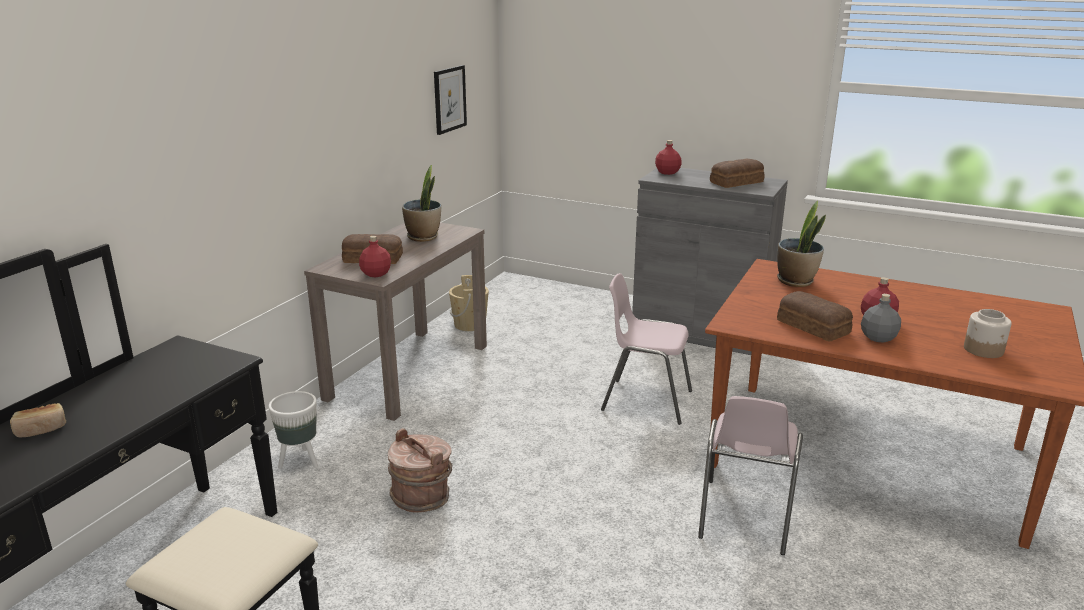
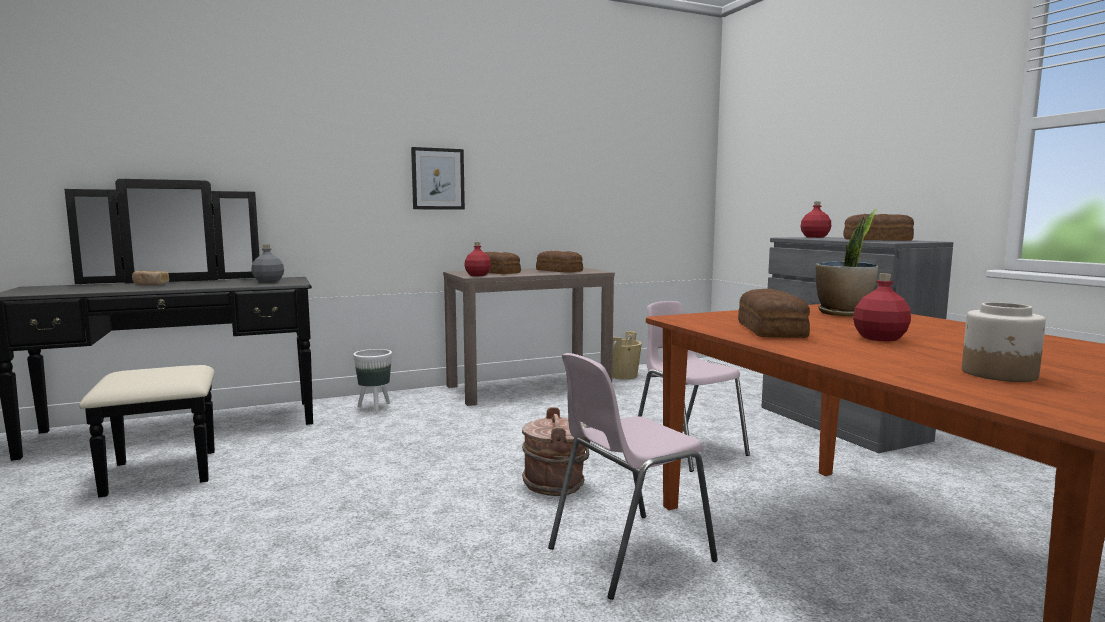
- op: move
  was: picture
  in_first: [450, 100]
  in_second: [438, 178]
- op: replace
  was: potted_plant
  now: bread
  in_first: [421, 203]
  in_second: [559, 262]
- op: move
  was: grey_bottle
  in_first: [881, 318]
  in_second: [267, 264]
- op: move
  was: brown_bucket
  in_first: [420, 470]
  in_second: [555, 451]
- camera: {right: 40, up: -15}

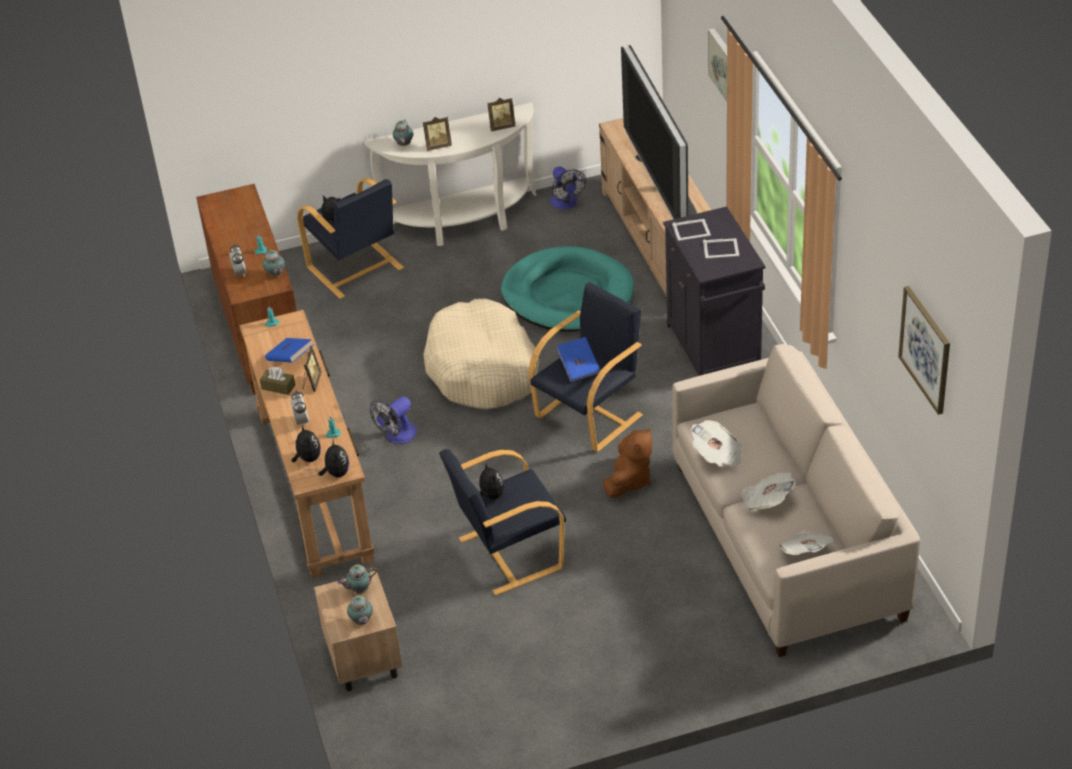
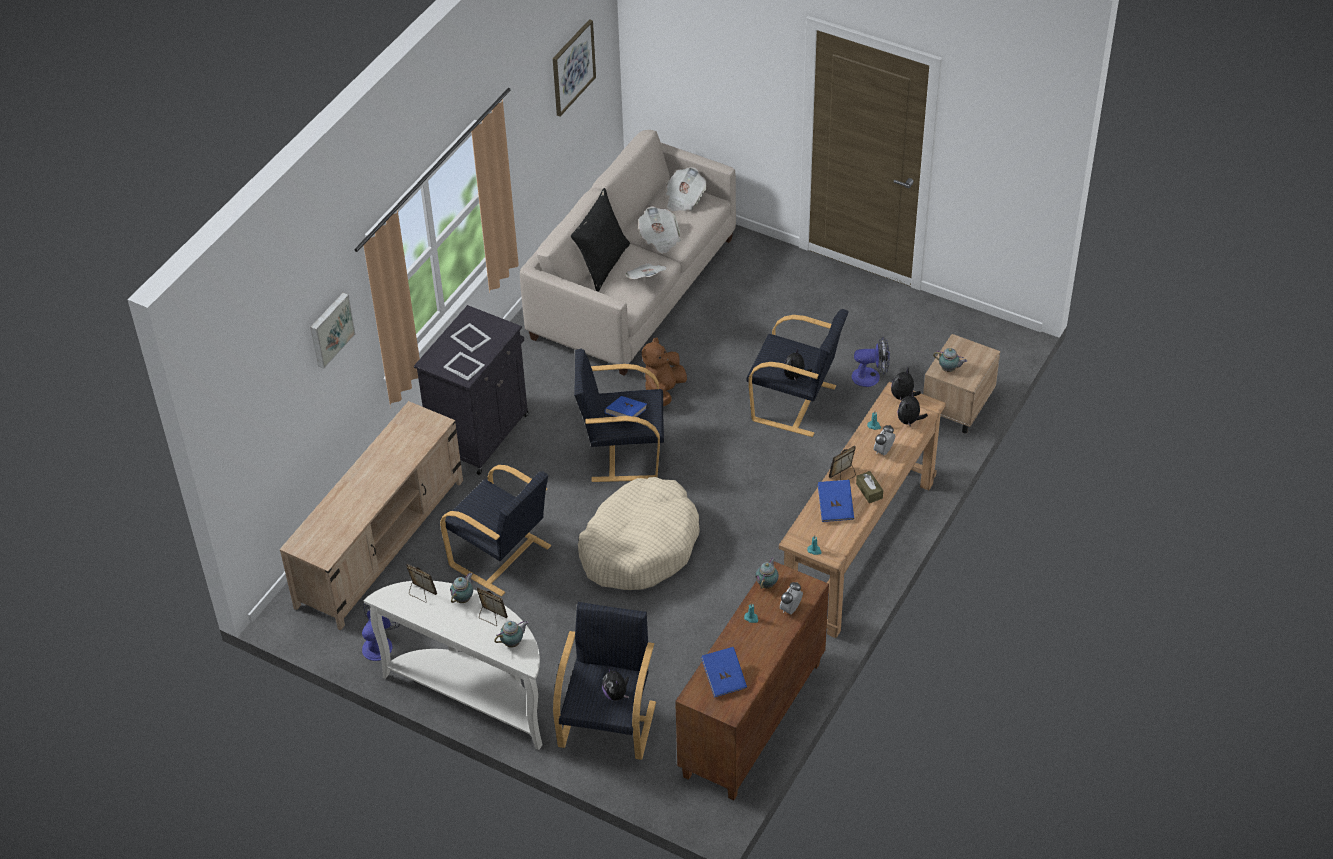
- op: delete
  was: television
  in_first: [659, 132]
- op: replace
  was: turquoise_dog_bed
  now: black_armchair
  in_first: [567, 288]
  in_second: [495, 531]
- op: move
  was: fan
  in_first: [393, 420]
  in_second: [870, 362]
- op: rotate
  was: brown_plush_toy
  in_first: [627, 462]
  in_second: [664, 371]
  clockwise: -45
- op: move
  was: teapot
  in_first: [360, 608]
  in_second: [461, 588]
- op: insert
  now: black_pillow
  in_second: [600, 240]
- op: insert
  now: blue_book
  in_second: [724, 672]
- camera: {right: -135, up: 5}

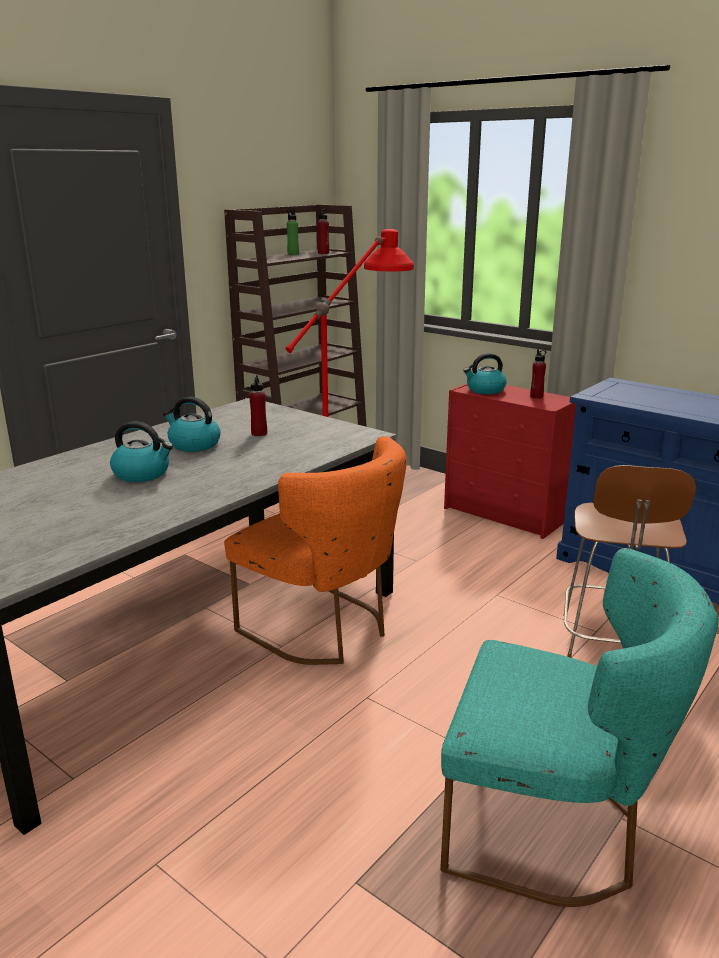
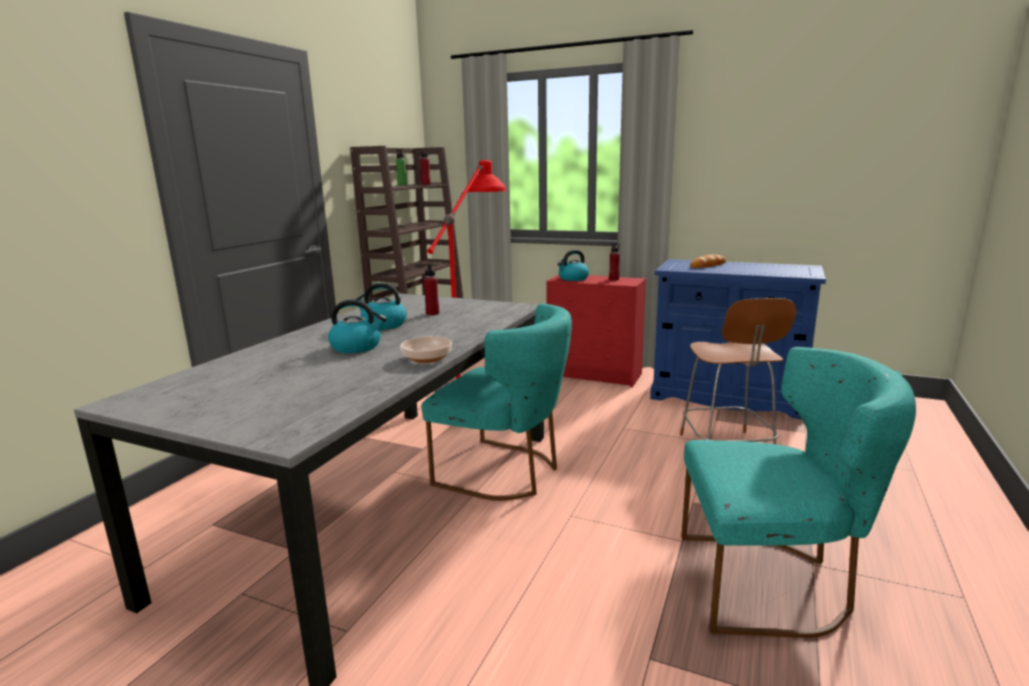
- op: recolor
  was: orange_chair
  now: turquoise_chair
  in_first: [315, 550]
  in_second: [496, 402]
- op: insert
  now: bread
  in_second: [708, 261]
- op: insert
  now: bowl
  in_second: [426, 349]
- camera: {right: -15, up: -5}

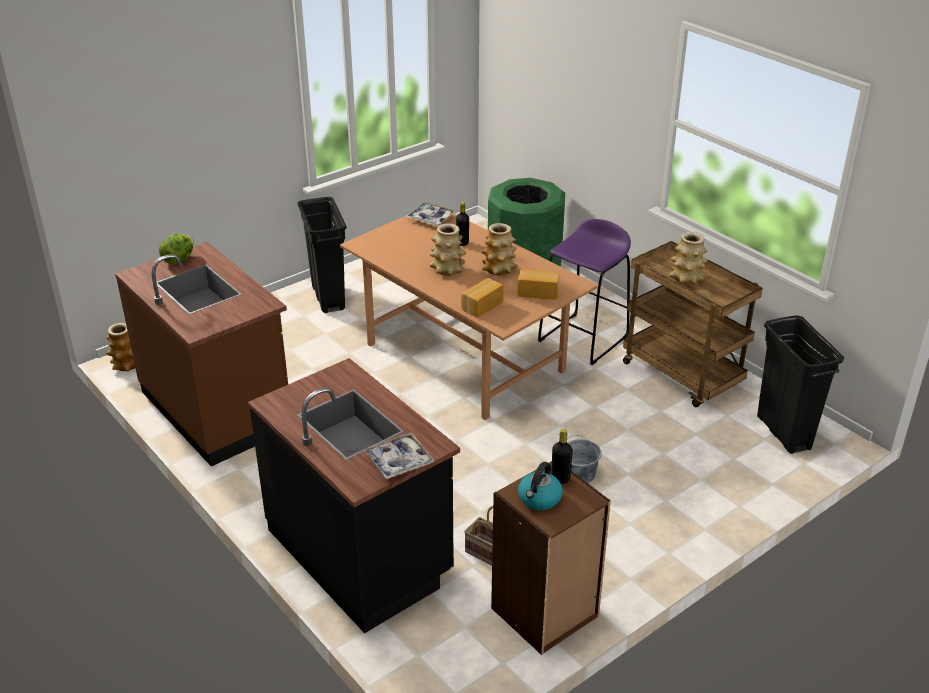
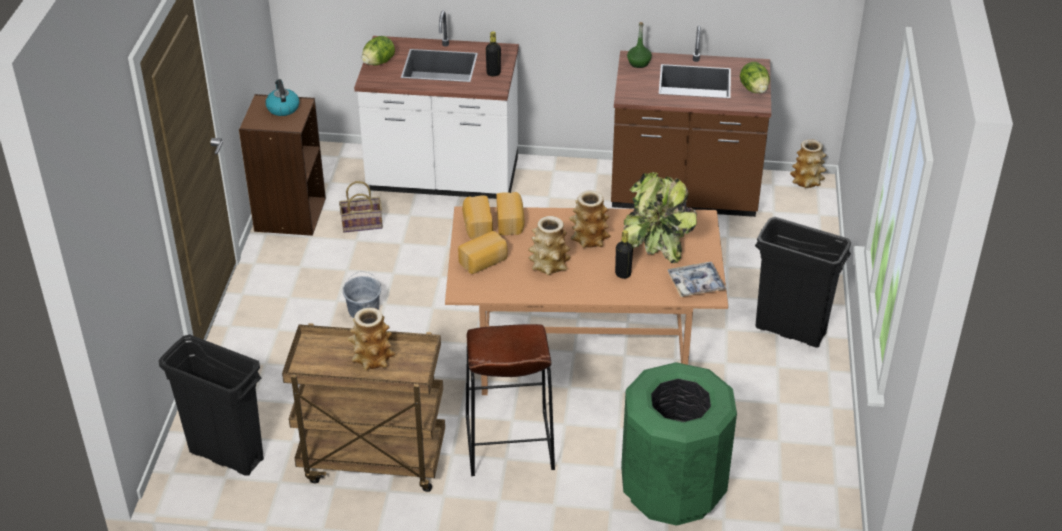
- op: recolor
  was: purple_stool
  now: brown_stool
  in_first: [584, 292]
  in_second: [510, 400]
- op: recolor
  was: black_counter
  now: white_counter
  in_first: [354, 495]
  in_second: [436, 105]
- op: move
  was: black_bottle
  in_first: [562, 456]
  in_second: [493, 53]
- op: replace
  was: tray
  now: lettuce
  in_first: [399, 456]
  in_second: [378, 51]
- op: insert
  now: green_bottle
  in_second: [639, 45]
- op: insert
  now: potted_plant
  in_second: [659, 217]
- op: insert
  now: bread
  in_second: [477, 217]
- camera: {right: 135, up: 5}

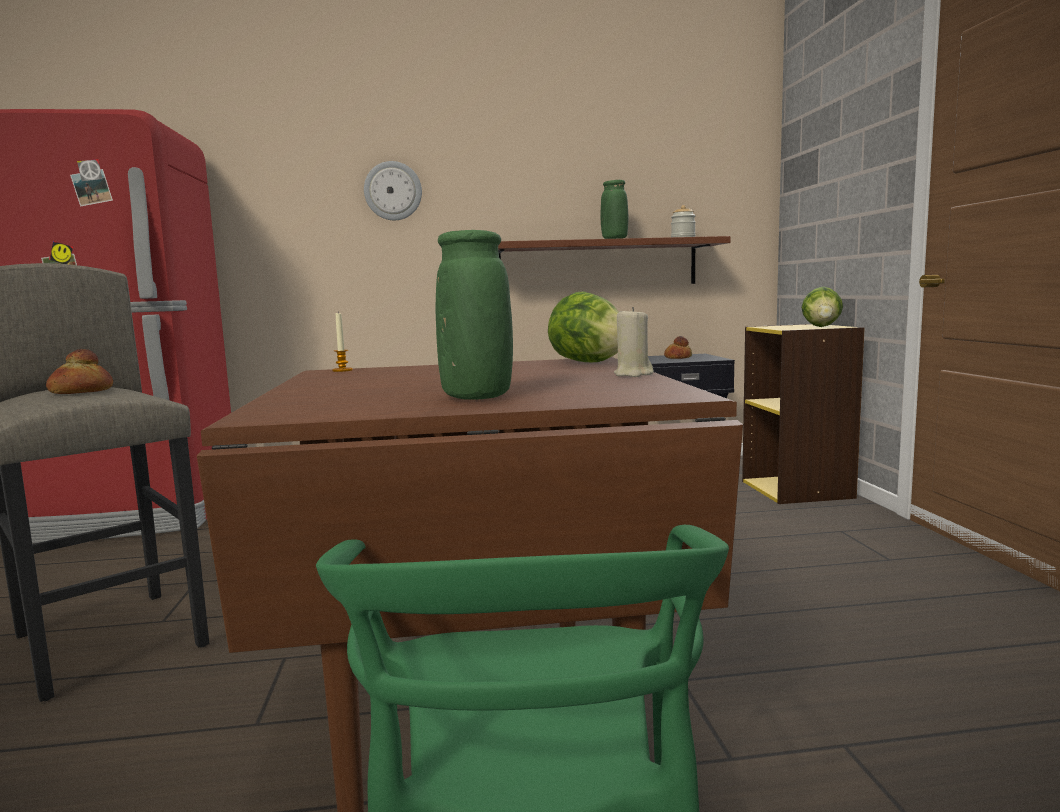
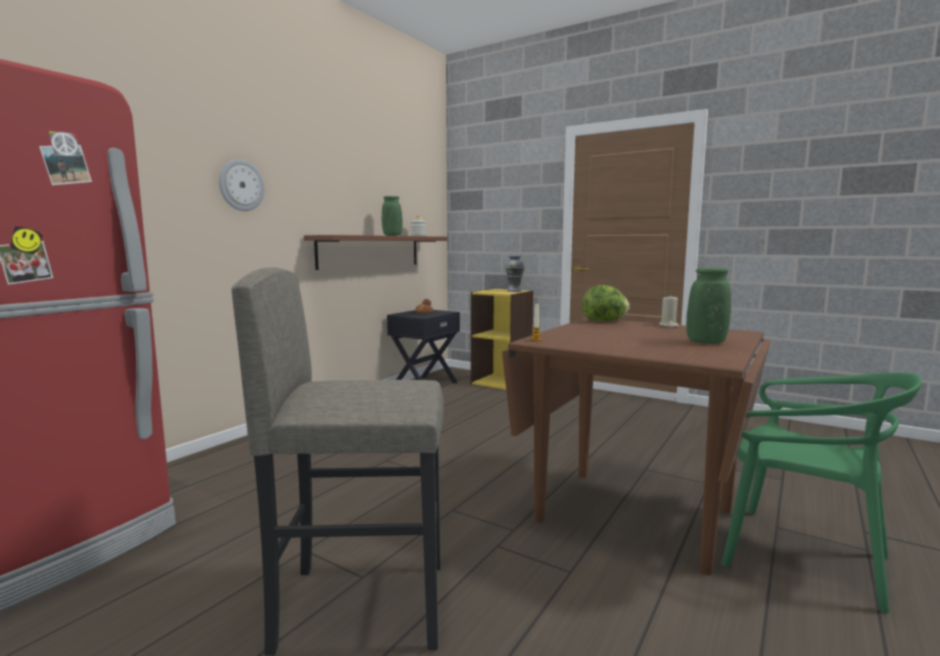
- op: replace
  was: lettuce
  now: vase
  in_first: [822, 307]
  in_second: [515, 274]
- op: delete
  was: bread
  in_first: [79, 371]
- camera: {right: -50, up: 0}

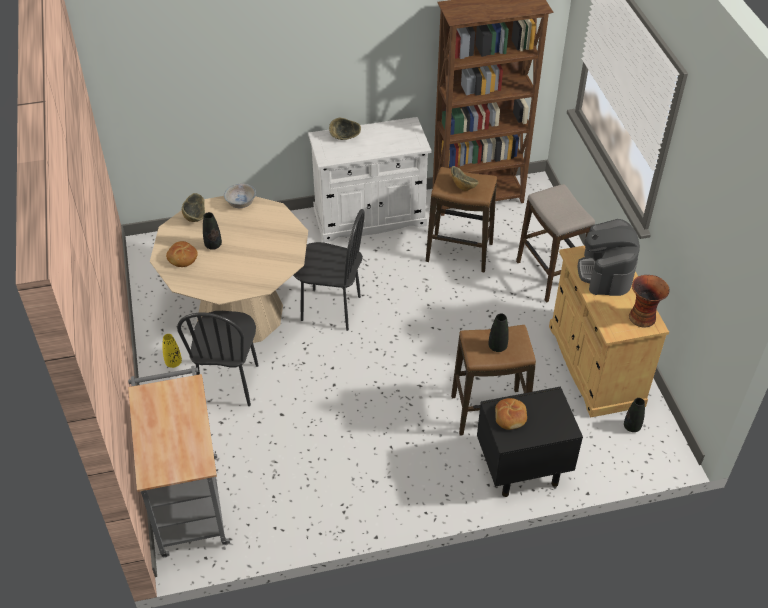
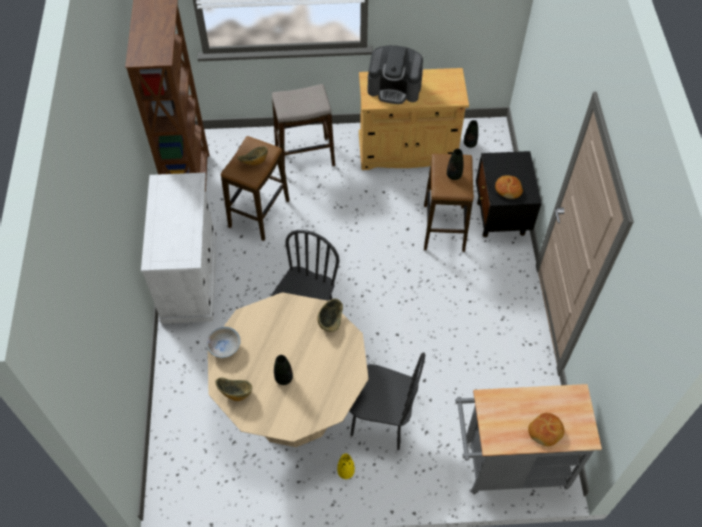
- op: move
  was: bowl
  in_first: [345, 129]
  in_second: [330, 315]
- op: move
  was: bread
  in_first: [182, 254]
  in_second: [546, 429]
- op: delete
  was: vase
  in_first: [649, 301]
- camera: {right: -80, up: 10}

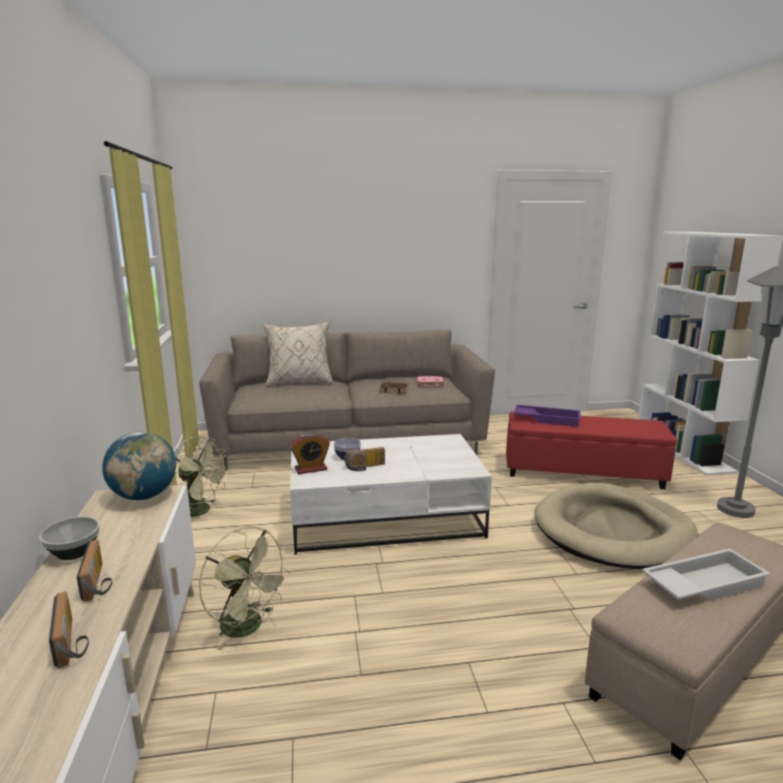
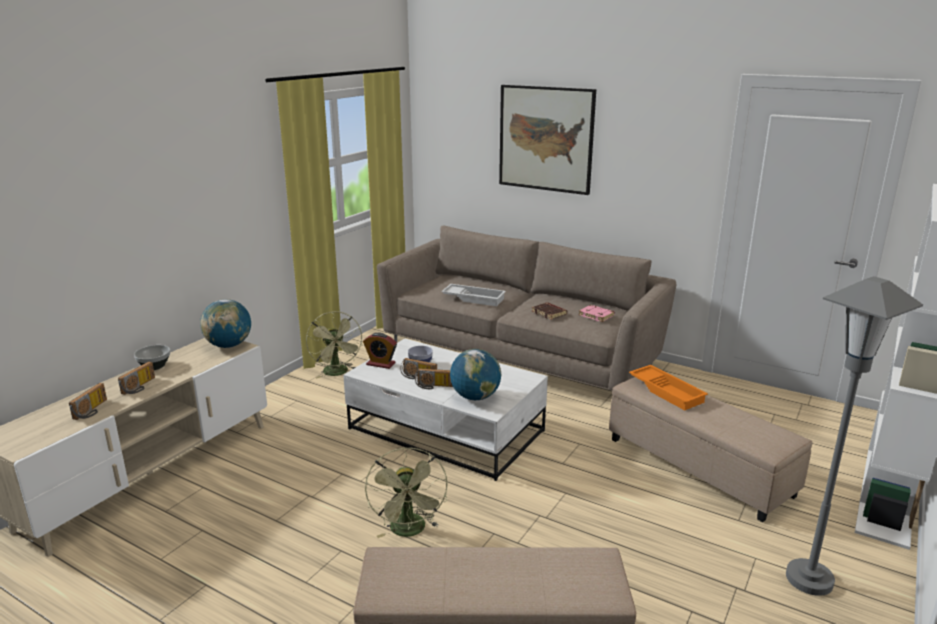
- op: delete
  was: beige_pillow
  in_first: [298, 354]
- op: recolor
  was: purple_tray
  now: orange_tray
  in_first: [547, 416]
  in_second: [668, 387]
- op: recolor
  was: red_ottoman
  now: beige_ottoman
  in_first: [591, 450]
  in_second: [711, 449]
- op: delete
  was: beige_dog_bed
  in_first: [616, 526]
- op: move
  was: green_fan
  in_first: [245, 588]
  in_second: [406, 493]
- op: move
  was: white_tray
  in_first: [706, 574]
  in_second: [473, 295]
- op: insert
  now: picture
  in_second: [547, 140]
- op: insert
  now: globe
  in_second: [475, 374]
- op: insert
  now: radio
  in_second: [434, 378]
- camera: {right: 40, up: 5}

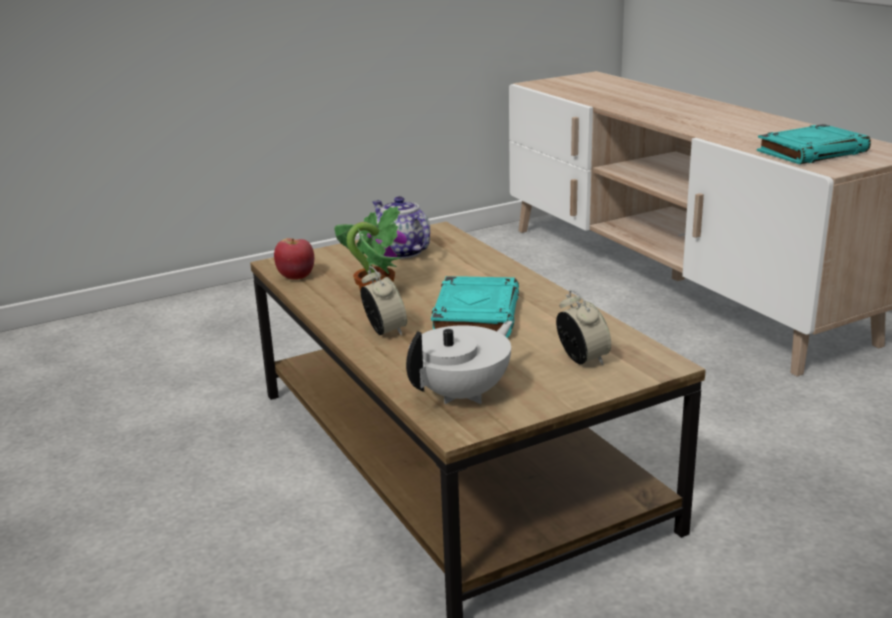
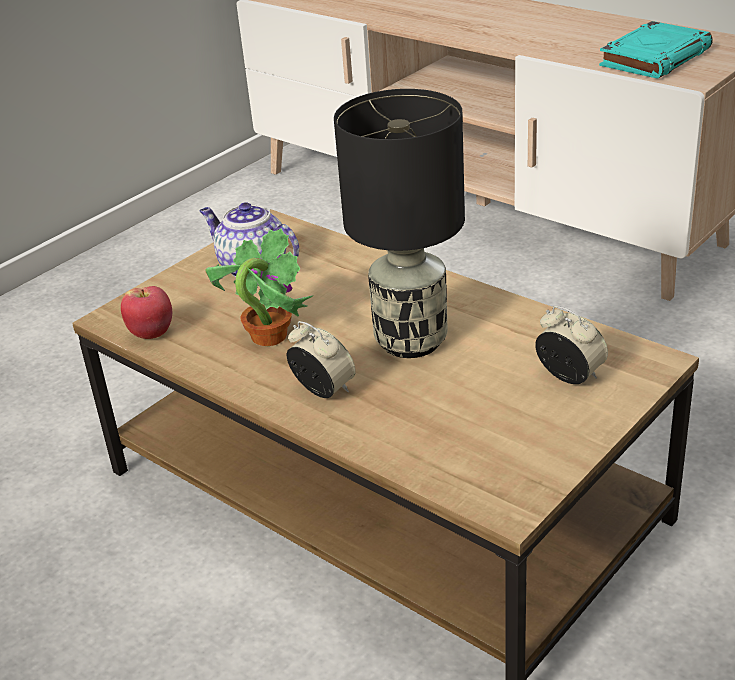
- op: replace
  was: turquoise_book
  now: black_table_lamp
  in_first: [475, 307]
  in_second: [399, 223]
- op: delete
  was: white_teapot
  in_first: [459, 362]
- camera: {right: -20, up: 10}

